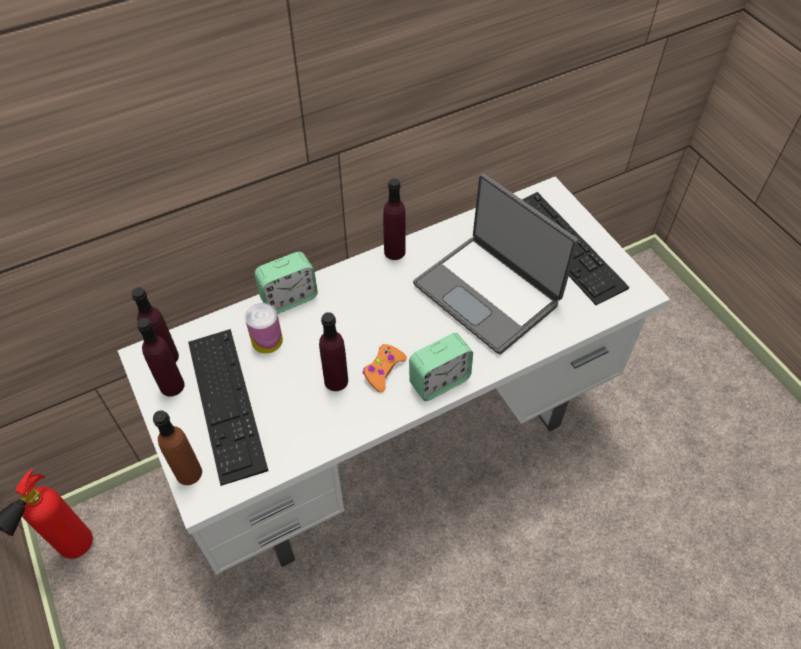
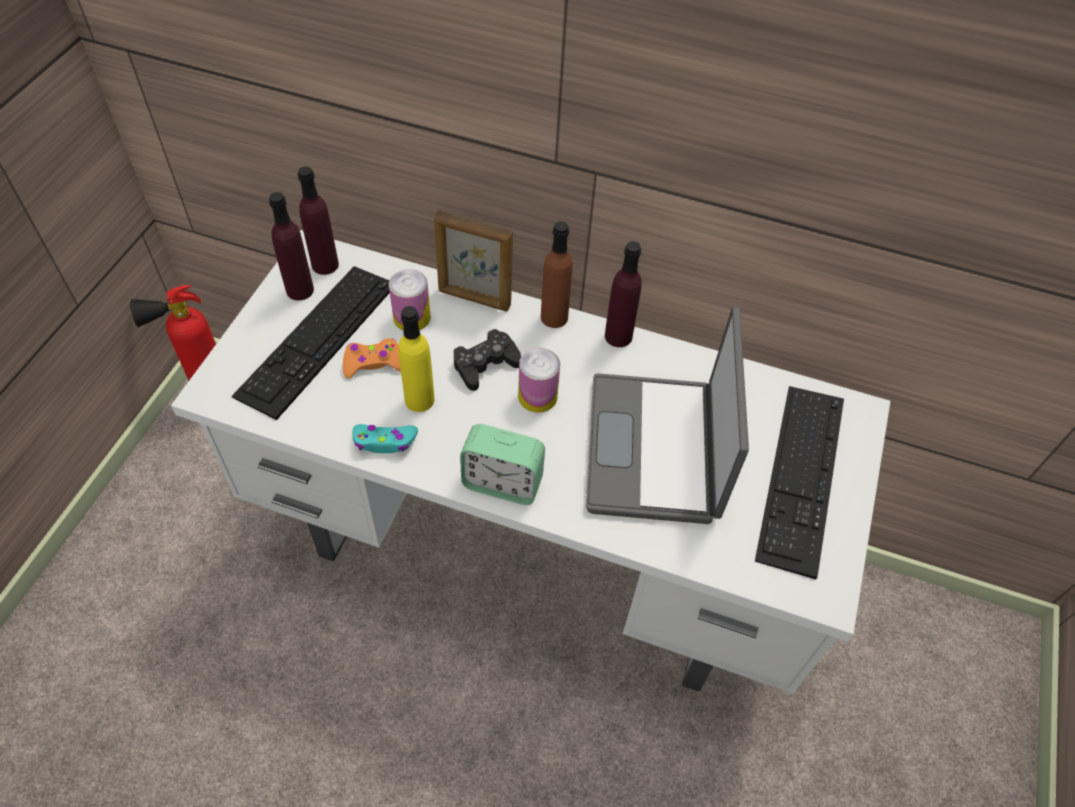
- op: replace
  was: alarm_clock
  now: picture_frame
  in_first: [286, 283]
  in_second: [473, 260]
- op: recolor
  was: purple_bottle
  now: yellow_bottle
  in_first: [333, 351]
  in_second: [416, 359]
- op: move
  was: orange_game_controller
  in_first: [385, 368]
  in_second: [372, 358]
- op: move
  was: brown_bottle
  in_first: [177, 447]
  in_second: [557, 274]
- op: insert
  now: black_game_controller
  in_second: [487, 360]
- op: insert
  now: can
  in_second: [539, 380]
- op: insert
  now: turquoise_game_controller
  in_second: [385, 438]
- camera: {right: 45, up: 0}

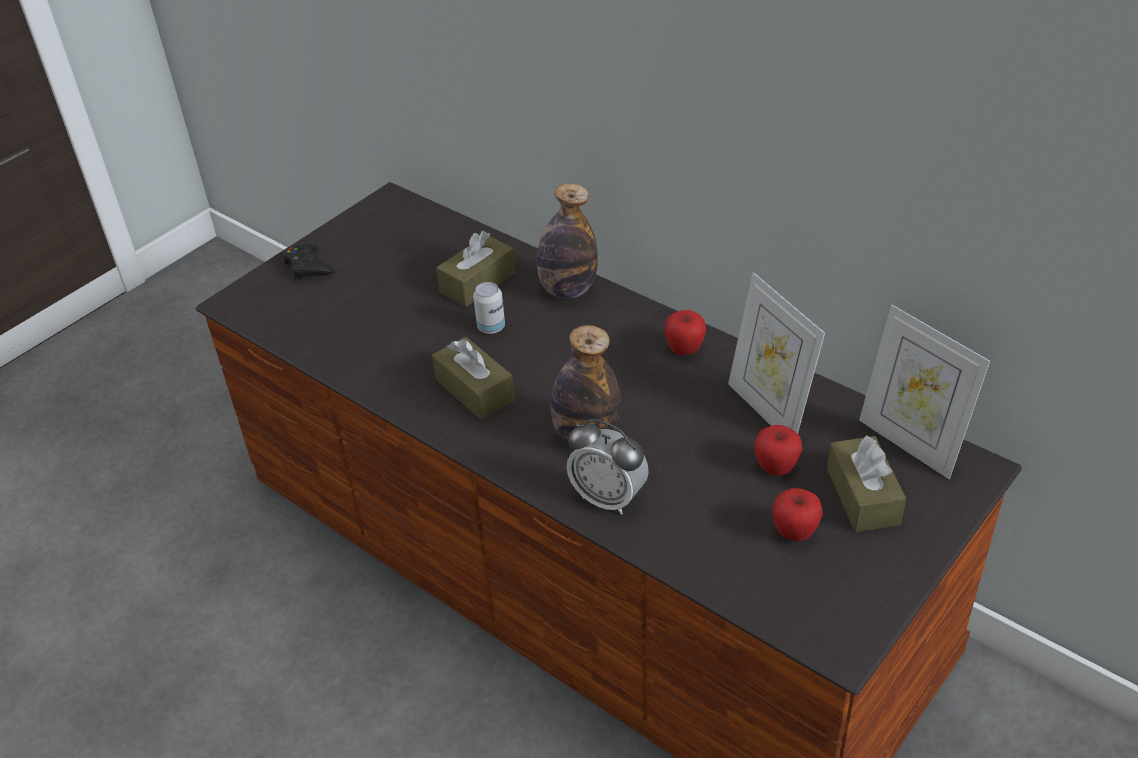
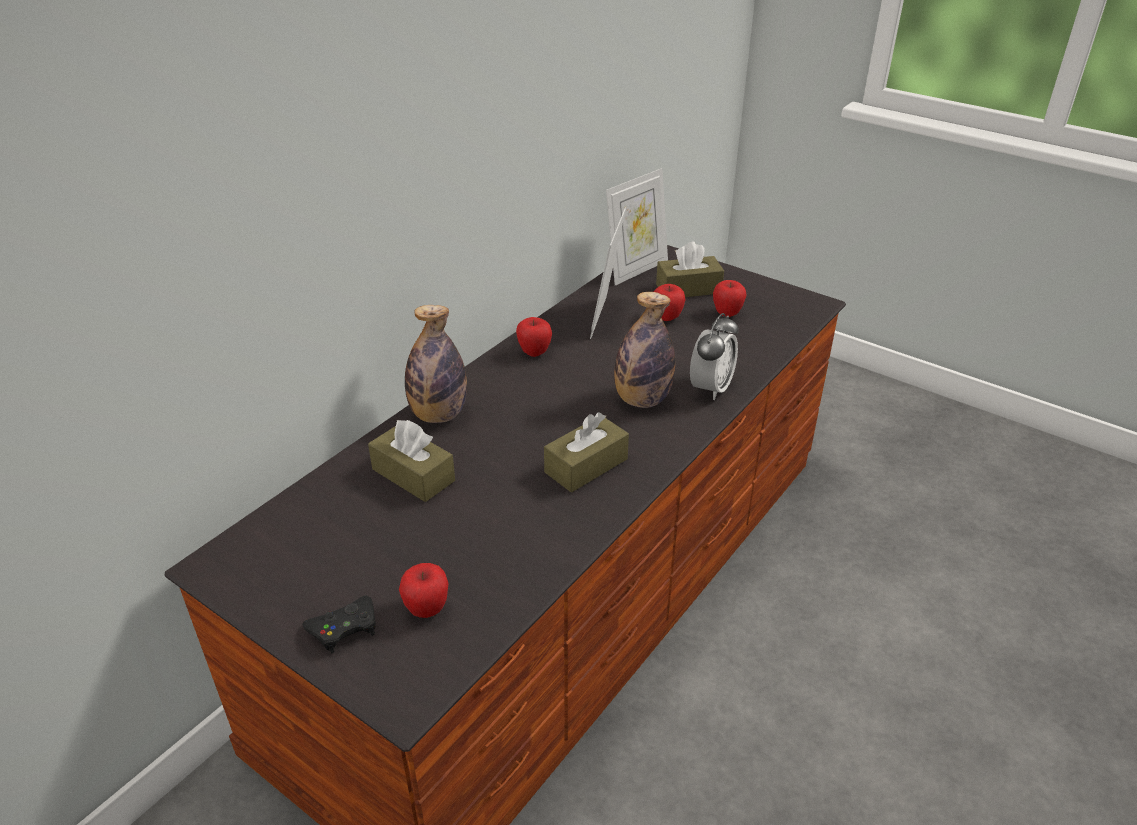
- op: rotate
  was: picture_frame
  in_first: [776, 353]
  in_second: [608, 273]
  clockwise: 135
- op: delete
  was: can
  in_first: [489, 308]
- op: insert
  now: apple
  in_second: [424, 590]
- camera: {right: -95, up: -5}

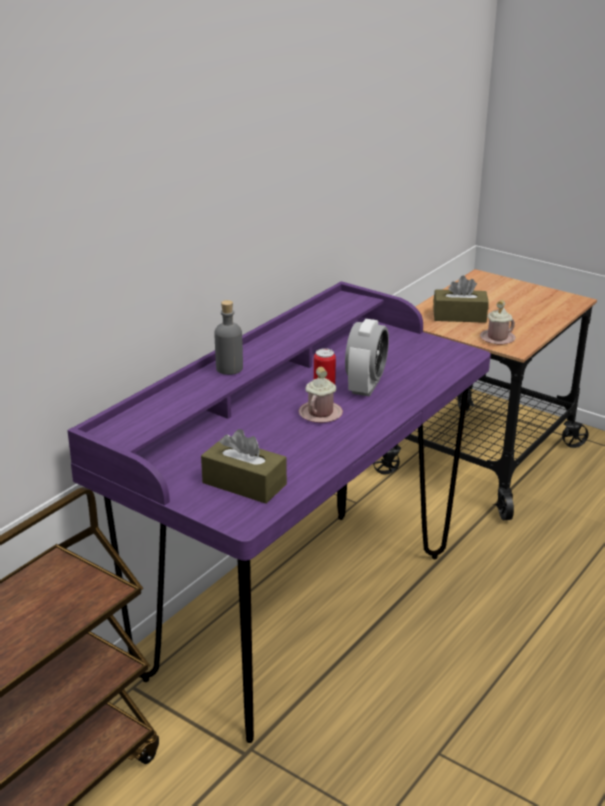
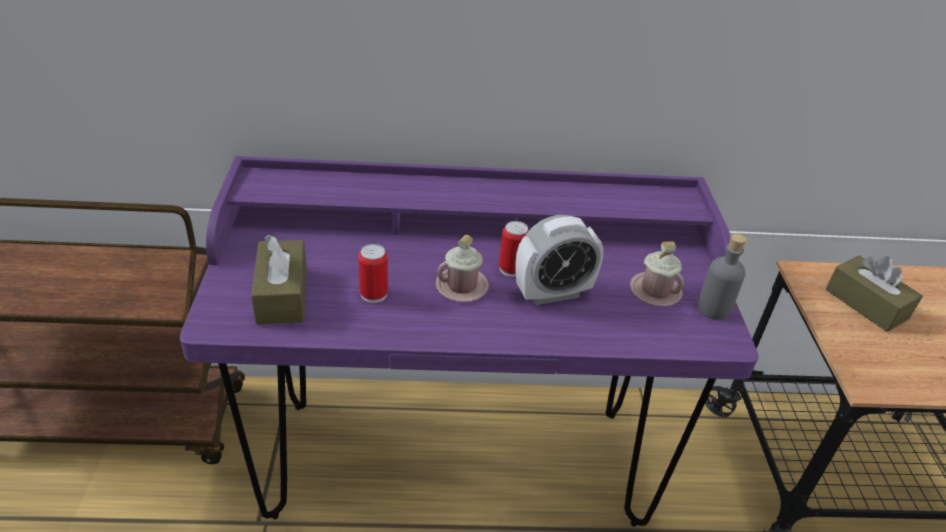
- op: move
  was: grey_bottle
  in_first: [228, 337]
  in_second: [722, 276]
- op: move
  was: pink_mug
  in_first: [498, 322]
  in_second: [657, 274]
- op: insert
  now: can
  in_second: [373, 273]
- camera: {right: 50, up: 10}

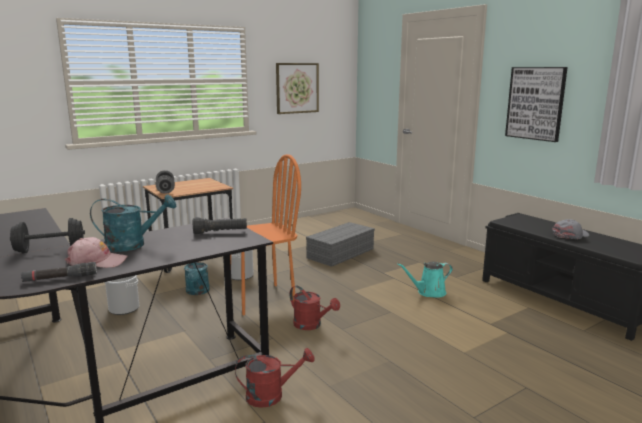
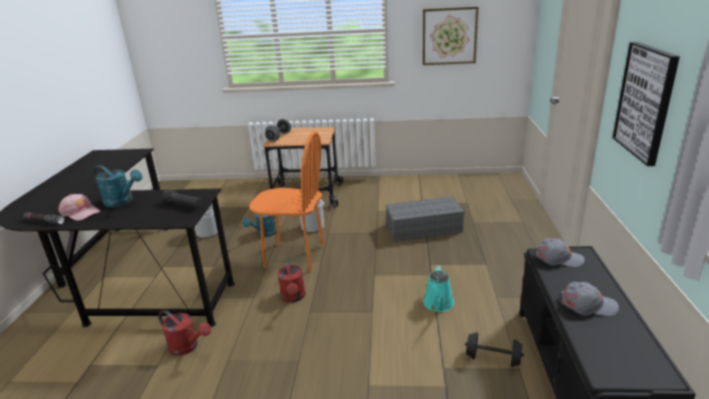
- op: move
  was: black_dumbbell
  in_first: [47, 235]
  in_second: [494, 349]
- op: rotate
  was: turquoise_watering_can
  in_first: [425, 279]
  in_second: [438, 289]
  clockwise: -105
- op: insert
  now: grey_cap
  in_second: [560, 252]
- camera: {right: 40, up: 10}

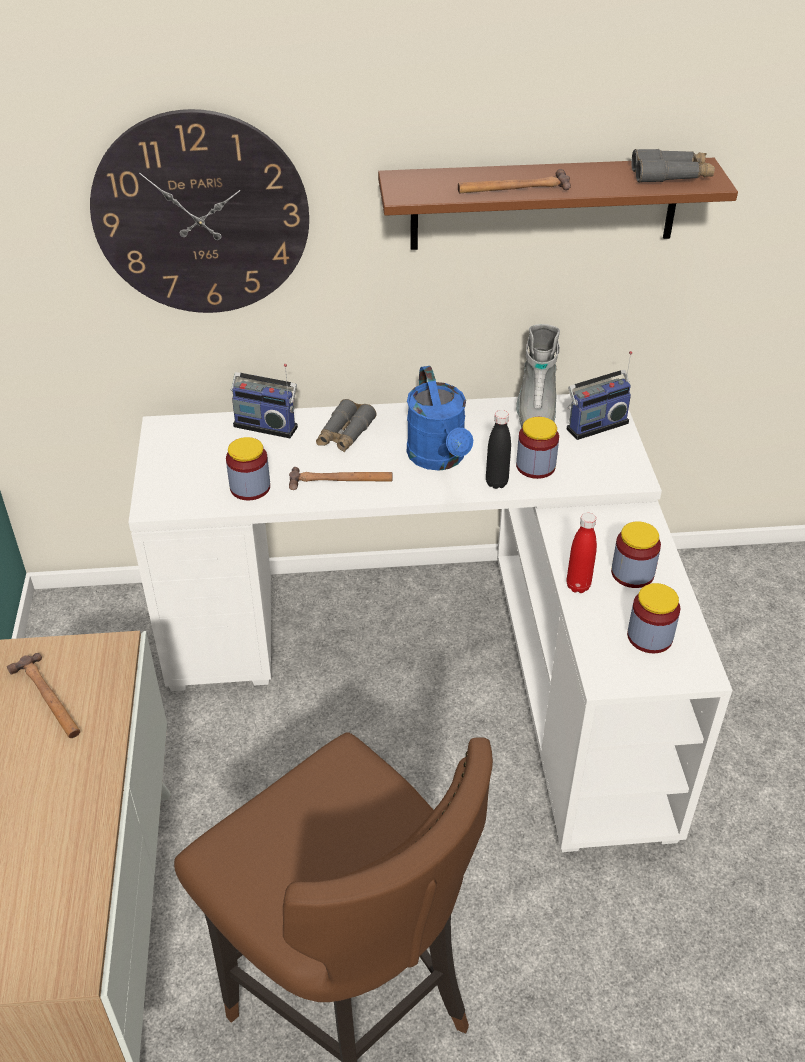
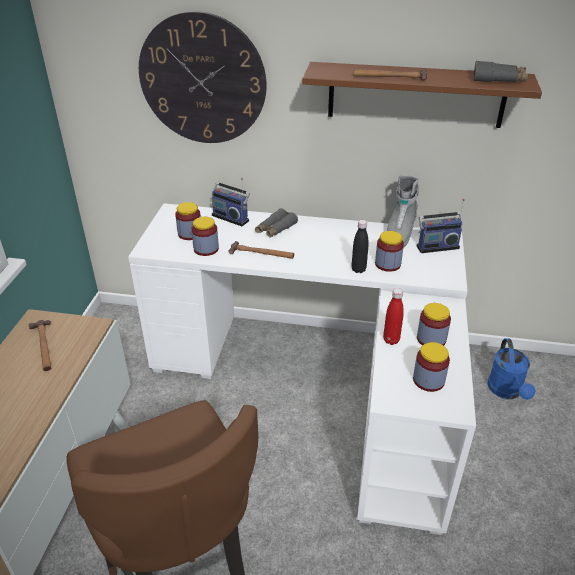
- op: move
  was: blue_watering_can
  in_first: [440, 418]
  in_second: [511, 369]
- op: insert
  now: jar
  in_second: [188, 221]
- camera: {right: 15, up: -5}

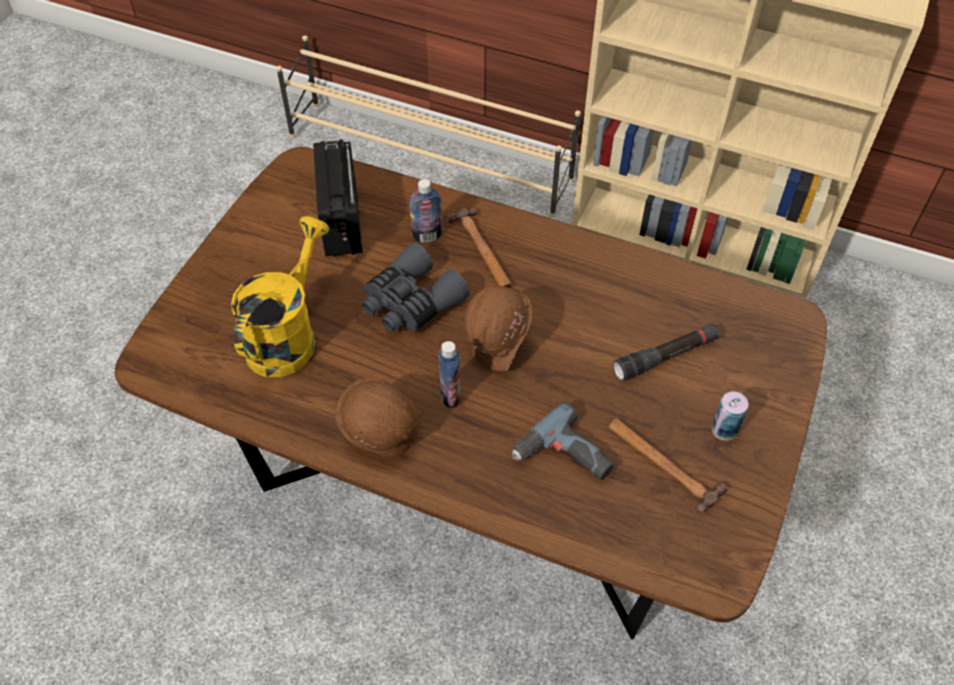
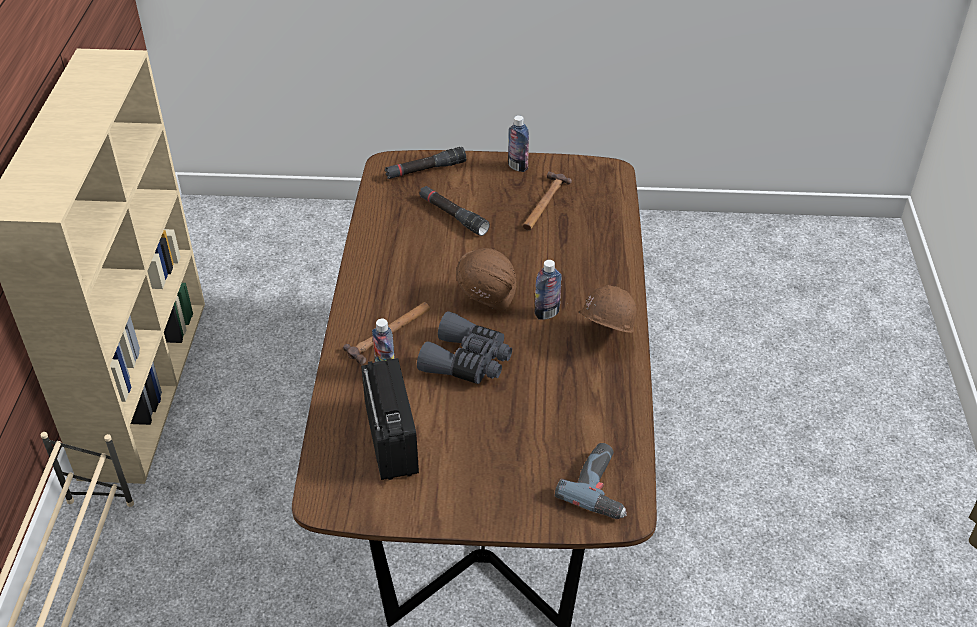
- op: rotate
  was: radio
  in_first: [338, 198]
  in_second: [390, 419]
  clockwise: -75
- op: delete
  was: yellow_watering_can
  in_first: [280, 296]
- op: delete
  was: can
  in_first: [730, 416]
- op: move
  was: power_drill
  in_first: [563, 441]
  in_second: [591, 481]
- op: insert
  now: bottle
  in_second: [518, 143]
- op: insert
  now: black_flashlight
  in_second: [425, 163]
- camera: {right: -110, up: -10}

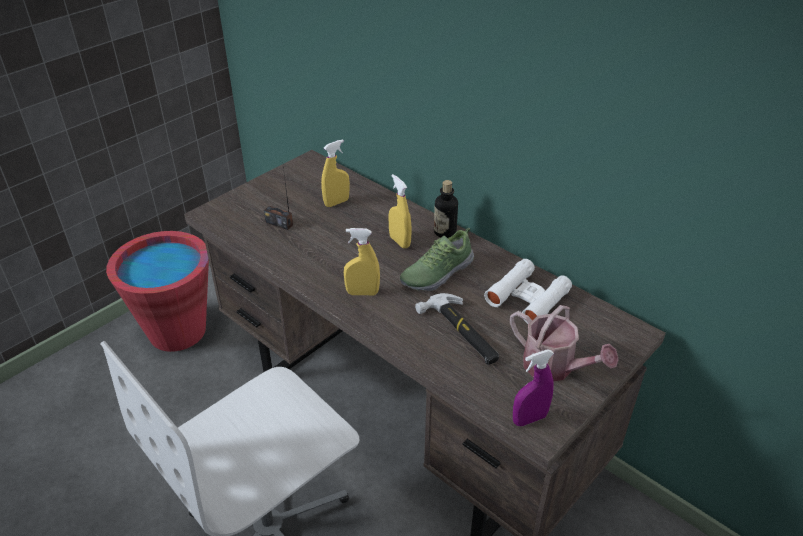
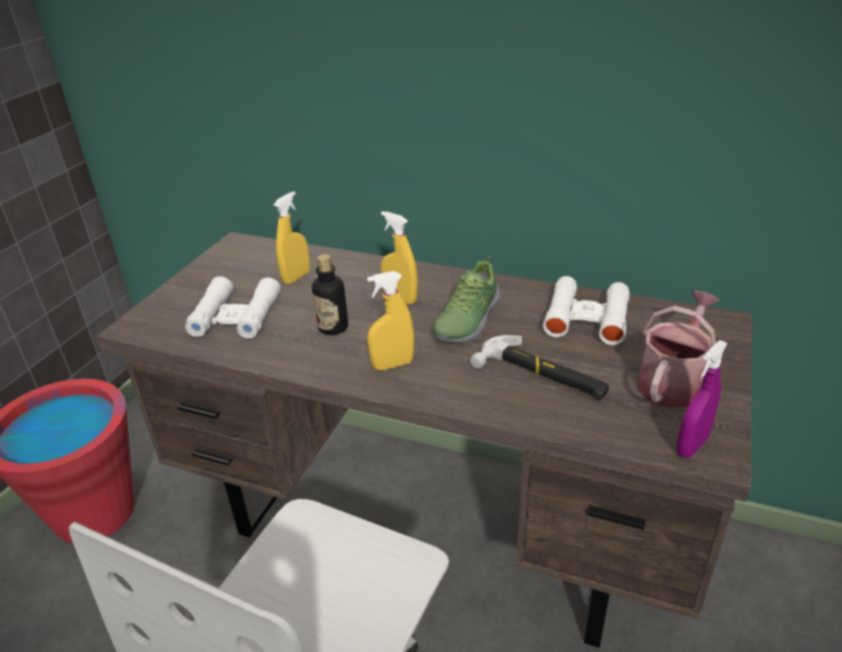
- op: replace
  was: radio
  now: white_binoculars
  in_first: [278, 198]
  in_second: [233, 308]
- op: move
  was: bottle
  in_first: [446, 209]
  in_second: [330, 294]
- op: rotate
  was: watering_can
  in_first: [564, 343]
  in_second: [678, 349]
  clockwise: -75
- camera: {right: -20, up: -5}

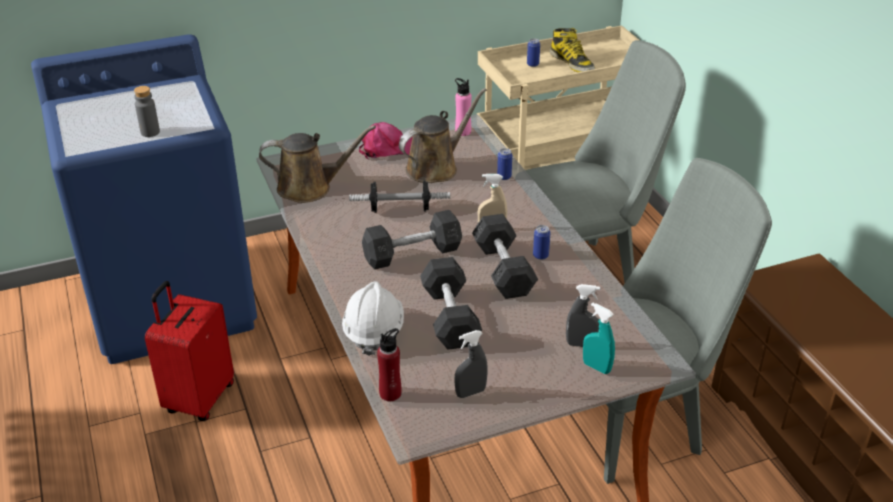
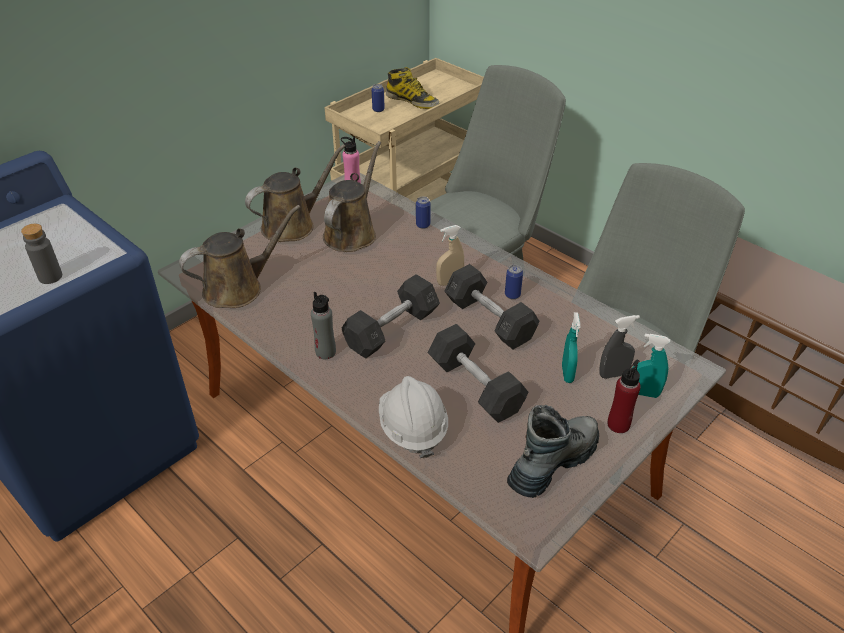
- op: replace
  was: pink_cap
  now: brown_watering_can
  in_first: [386, 140]
  in_second: [295, 193]
- op: delete
  was: dumbbell
  in_first: [399, 197]
- op: delete
  was: red_suitcase
  in_first: [189, 351]
- op: move
  was: red_bottle
  in_first: [389, 364]
  in_second: [624, 396]
- op: replace
  was: grey_spray_bottle
  now: boot
  in_first: [471, 364]
  in_second: [553, 451]
- op: insert
  now: grey_bottle
  in_second: [323, 325]
- op: insert
  now: turquoise_spray_bottle
  in_second: [571, 347]
- camera: {right: -25, up: 5}

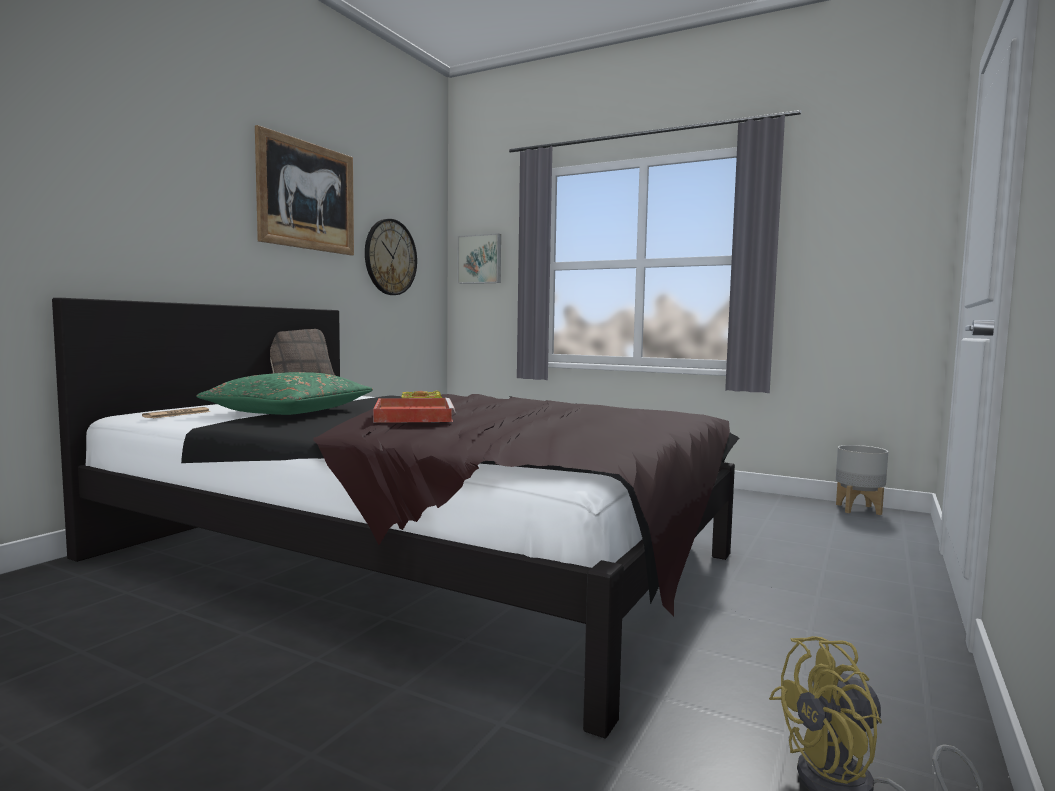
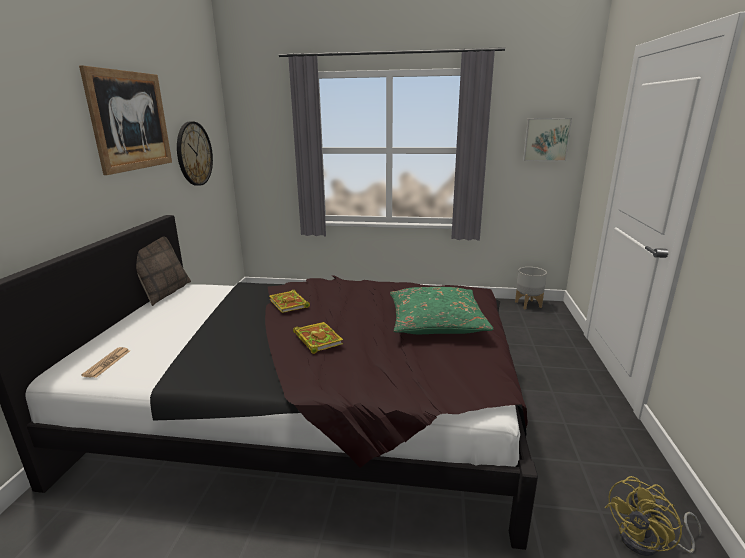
- op: move
  was: picture
  in_first: [479, 258]
  in_second: [547, 139]
- op: move
  was: green_pillow
  in_first: [284, 393]
  in_second: [441, 310]
- op: replace
  was: red_tray
  now: book
  in_first: [414, 410]
  in_second: [318, 338]
- camera: {right: -20, up: 15}

